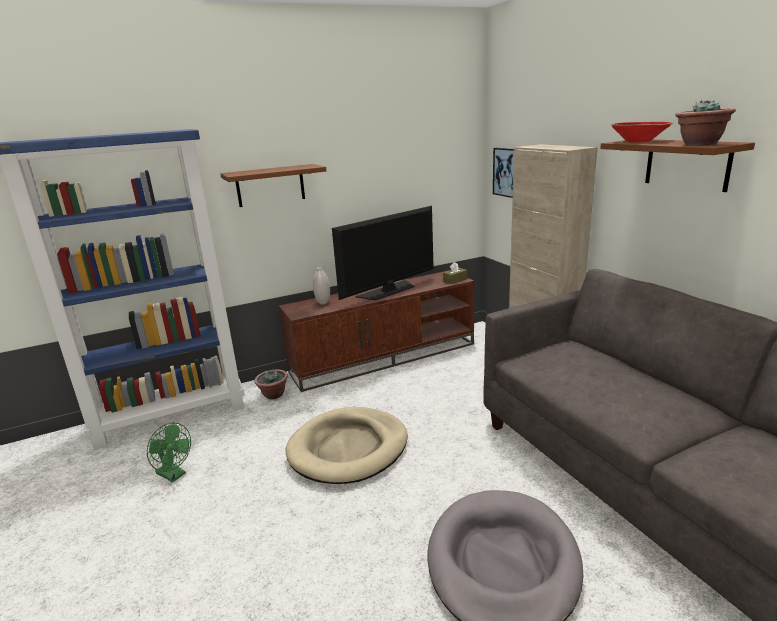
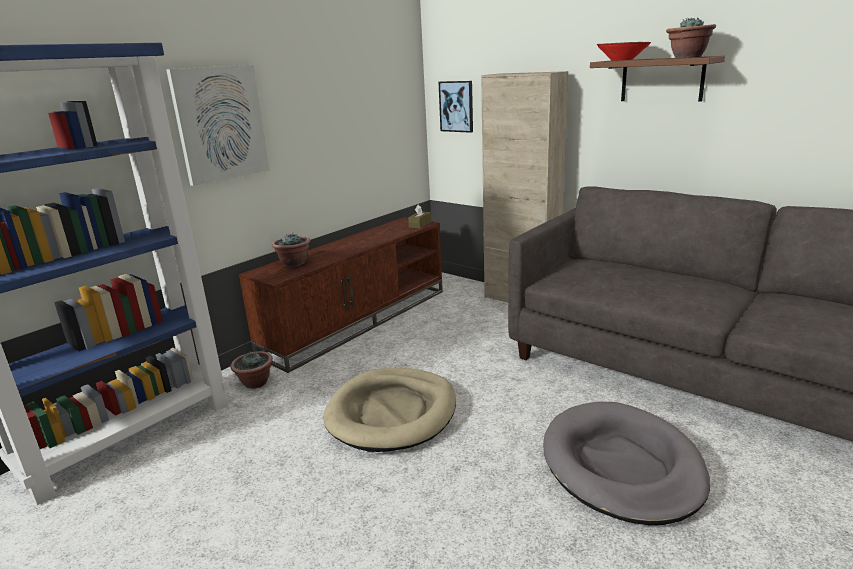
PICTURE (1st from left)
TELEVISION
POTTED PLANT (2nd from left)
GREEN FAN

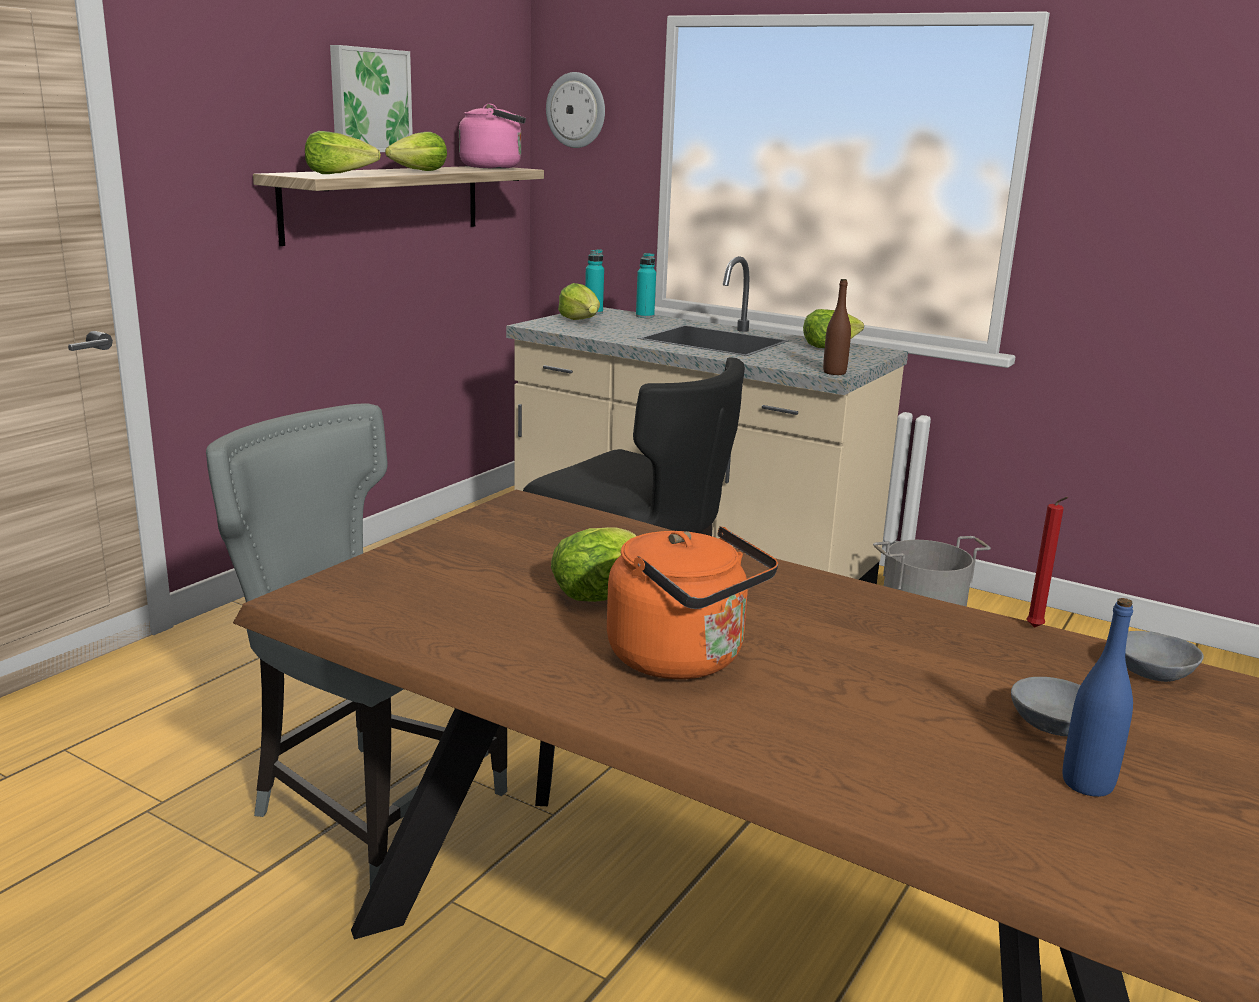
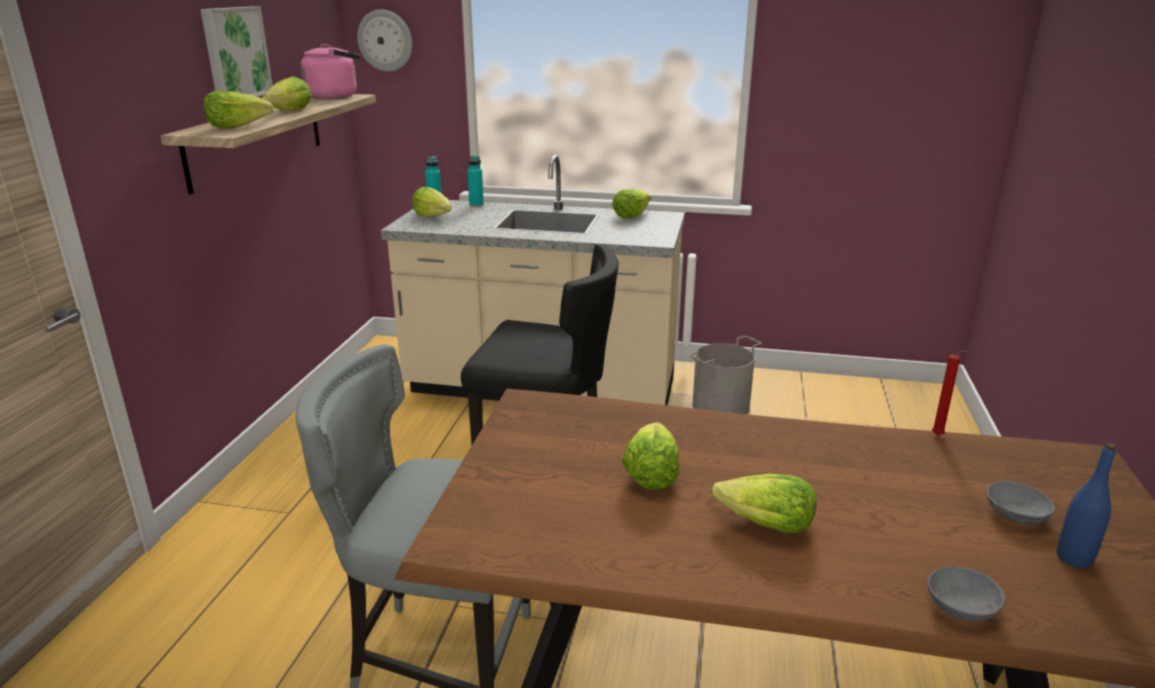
BROWN BOTTLE
LETTUCE (6th from left)
GREY BOWL (1st from left)

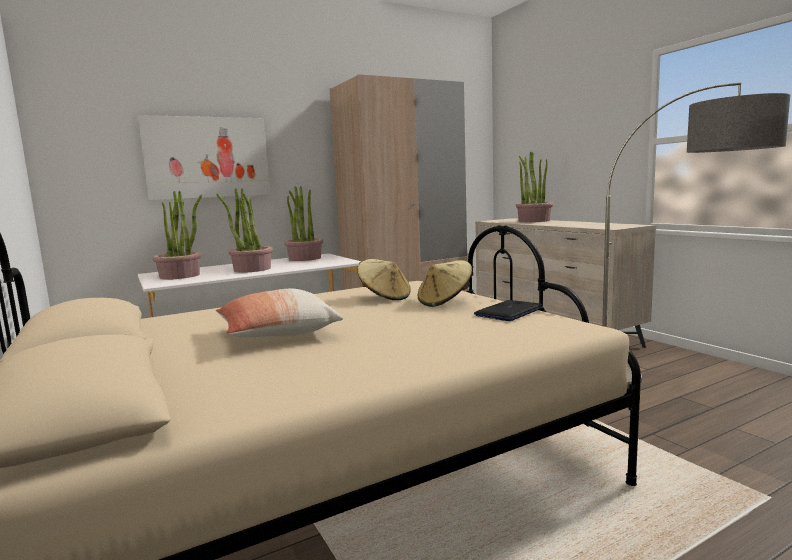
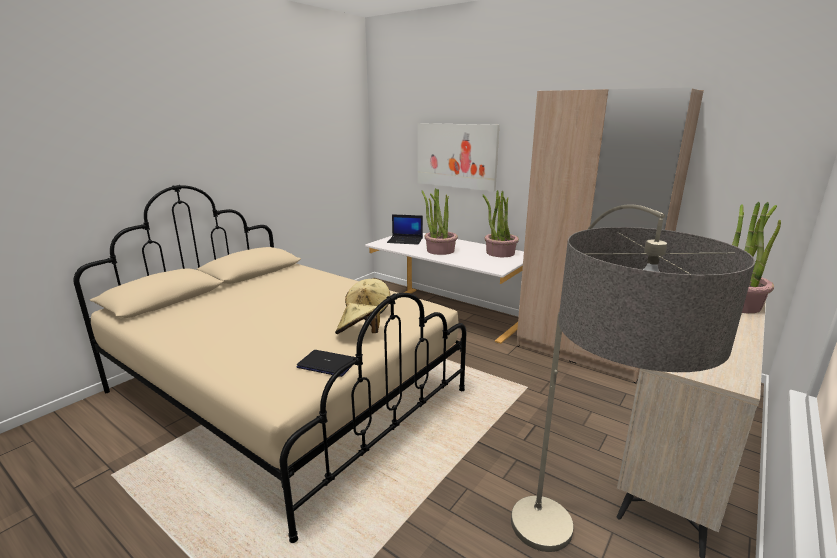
LAPTOP (2nd from left)
PILLOW

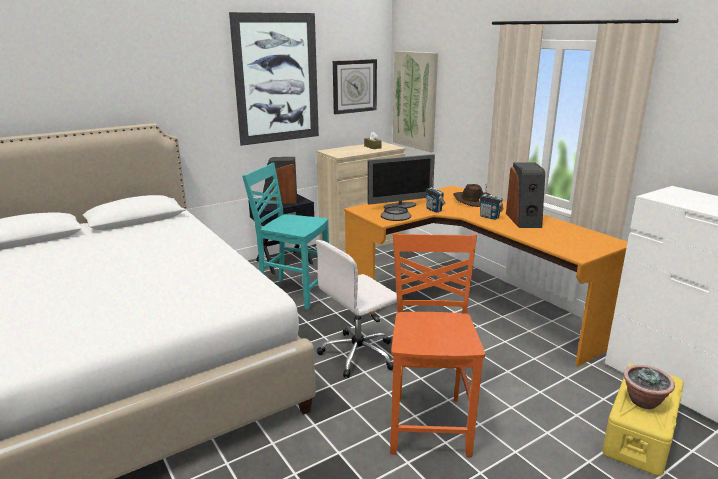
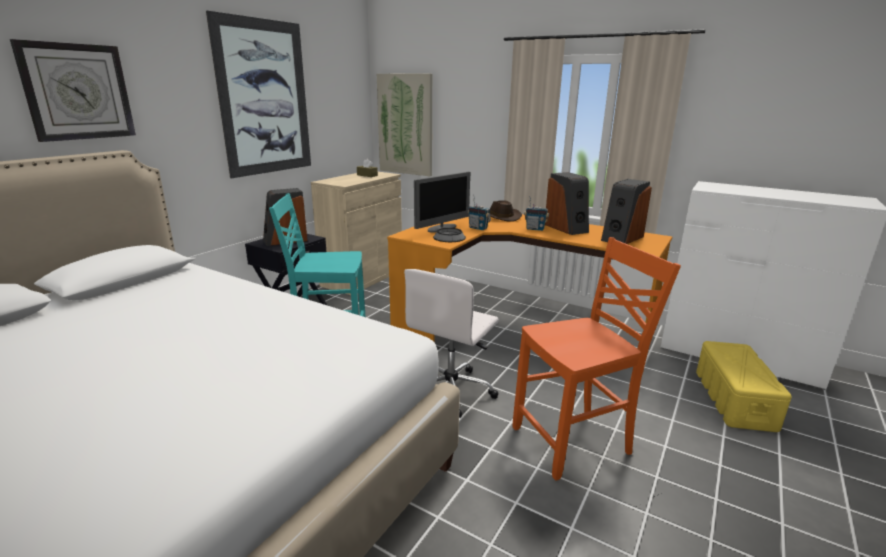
WALL CLOCK
ORANGE CHAIR
POTTED PLANT
SPEAKER (3rd from left)

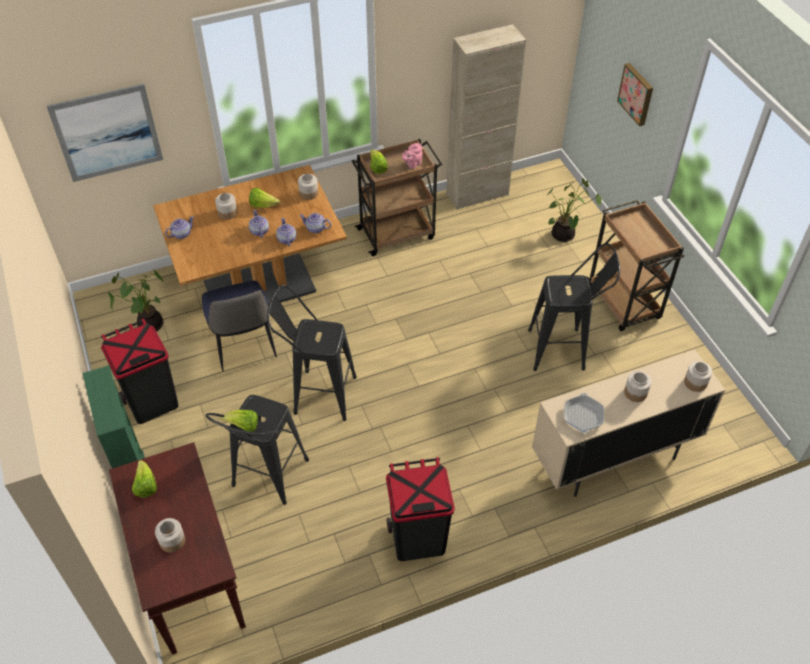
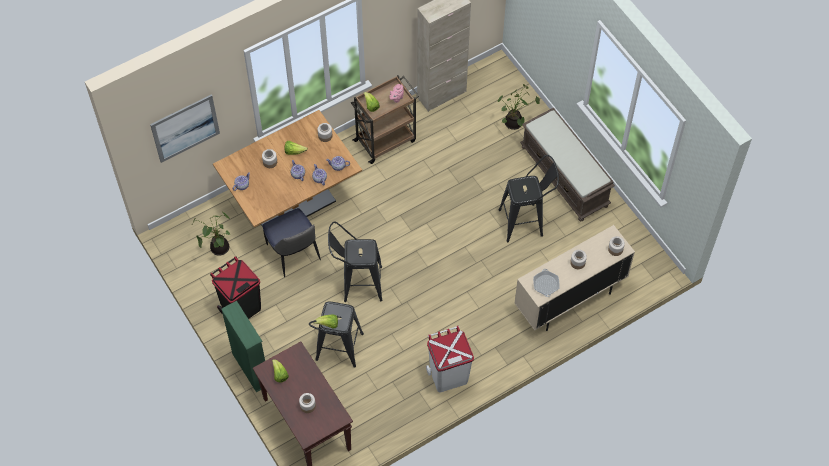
PICTURE (2nd from left in the first image)
BROWN BENCH
WHITE TRASH CAN

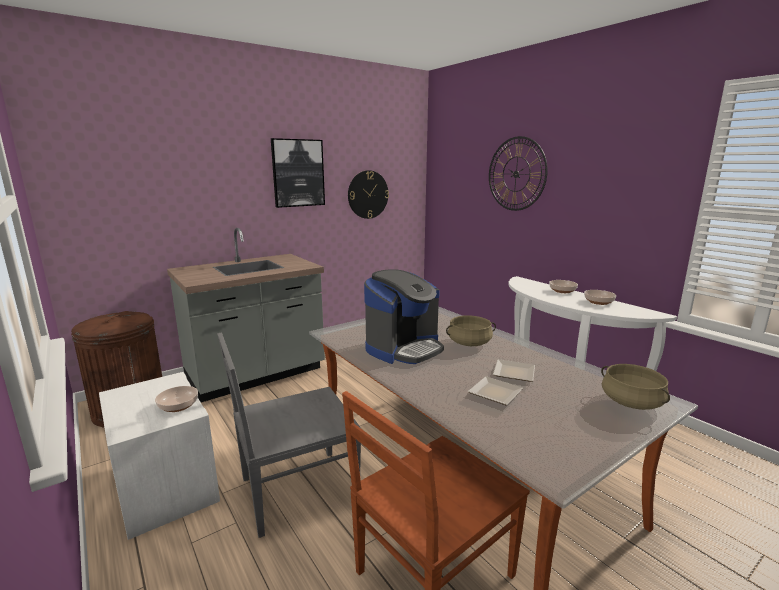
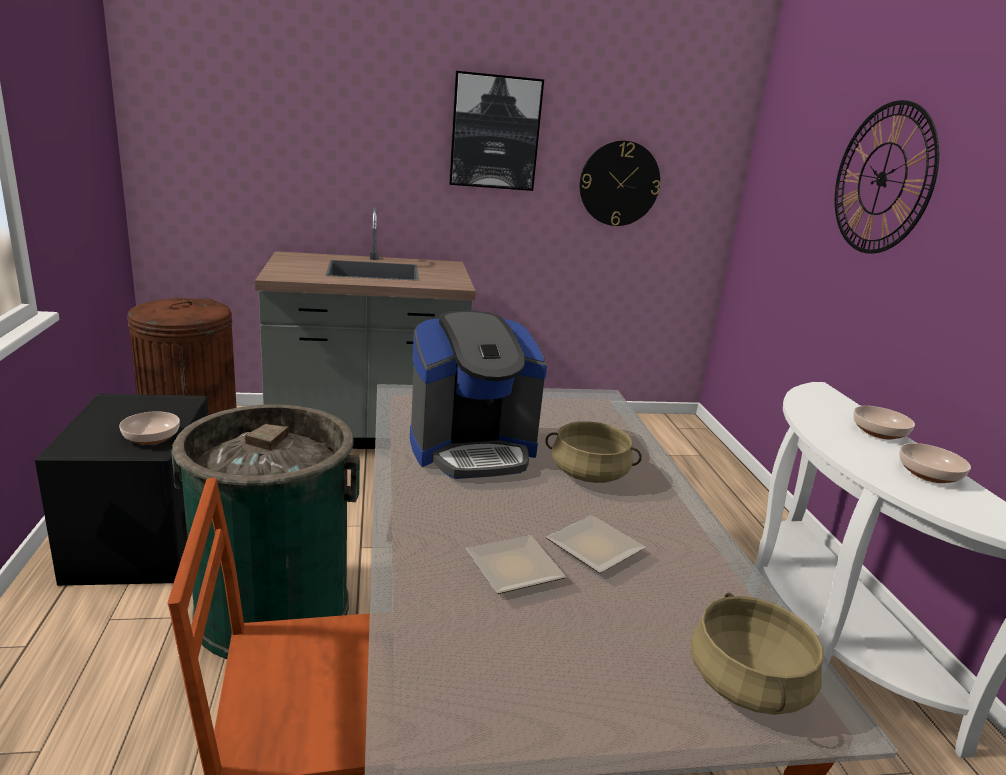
GREEN TRASH CAN
BLACK NIGHTSTAND

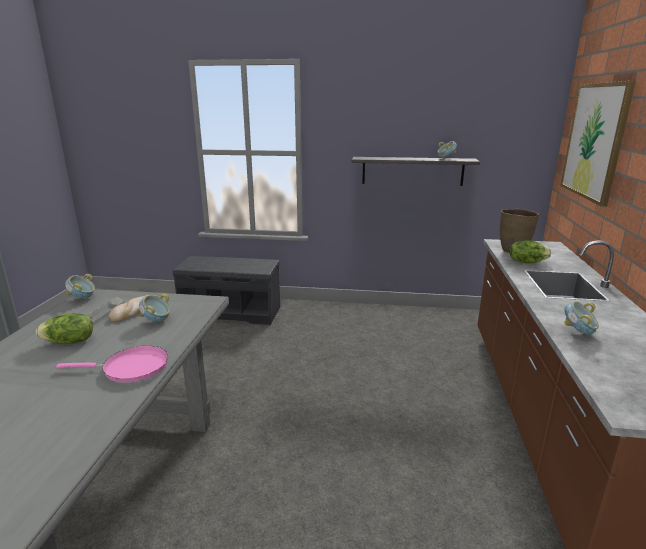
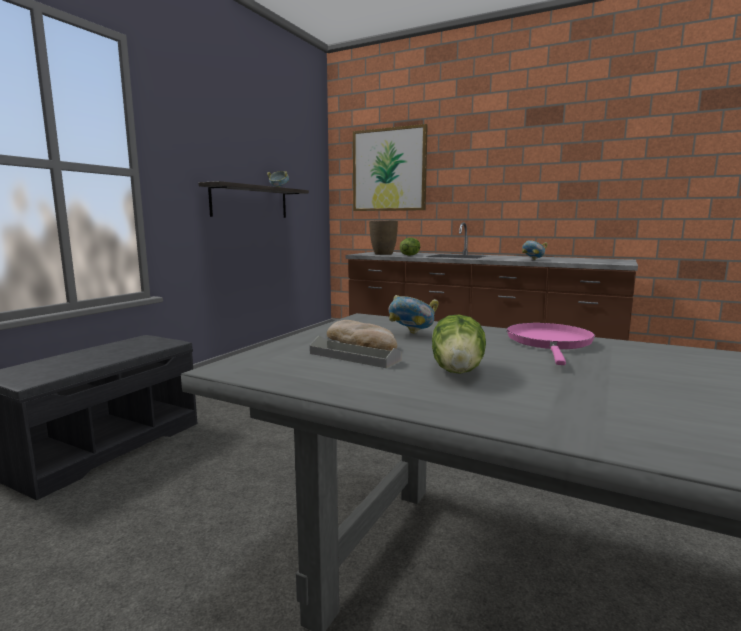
BOWL (1st from left in the first image)

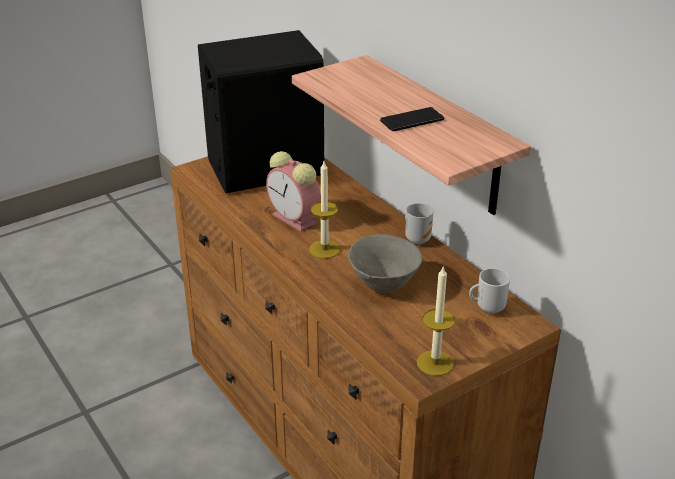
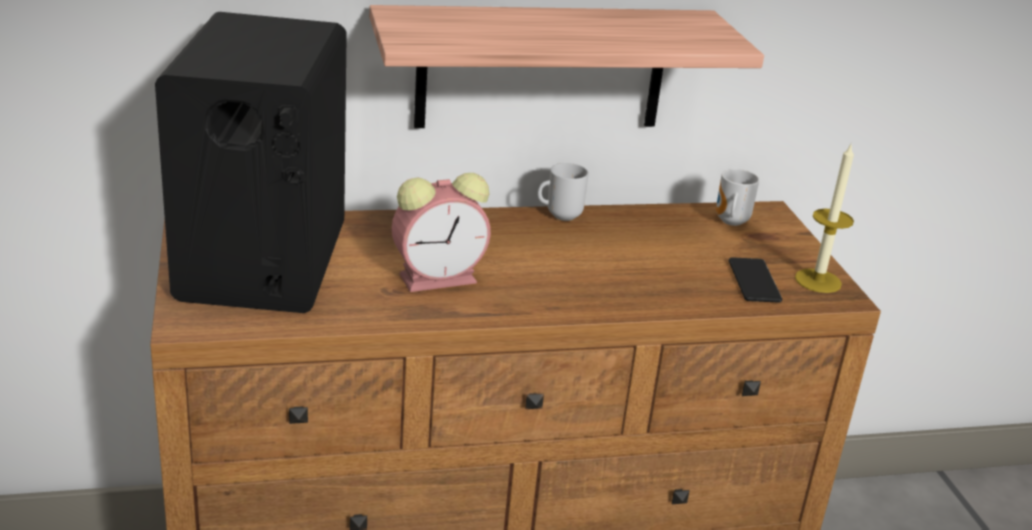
PHONE
CANDLE (1st from left in the first image)
GREY BOWL

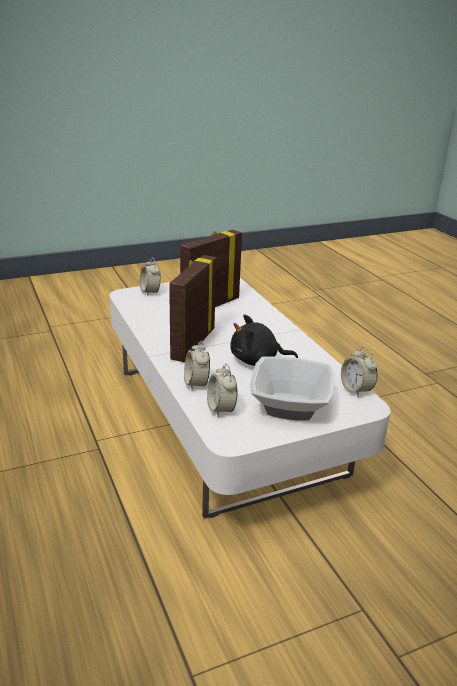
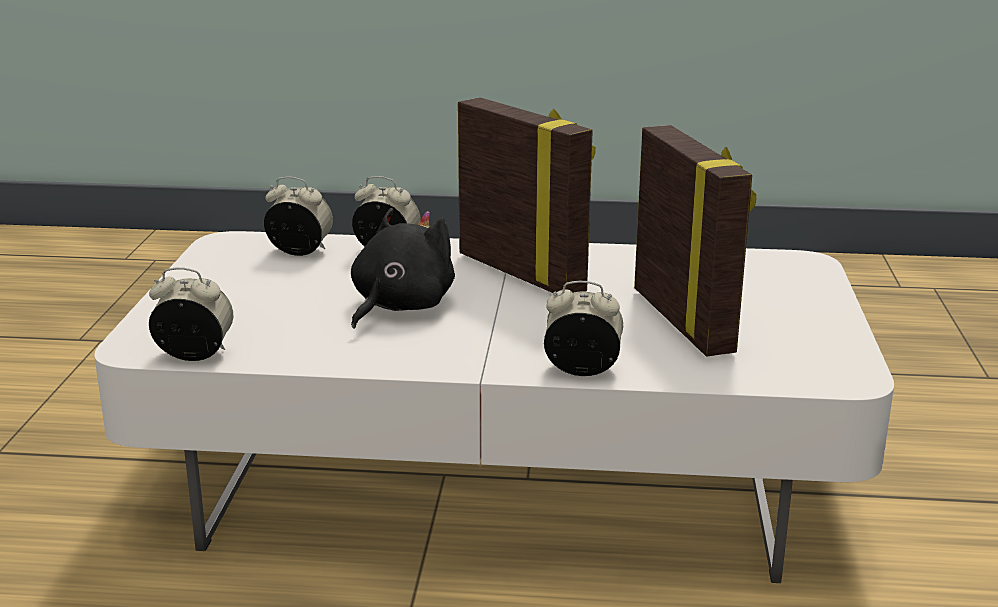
ALARM CLOCK (4th from left)
BOWL

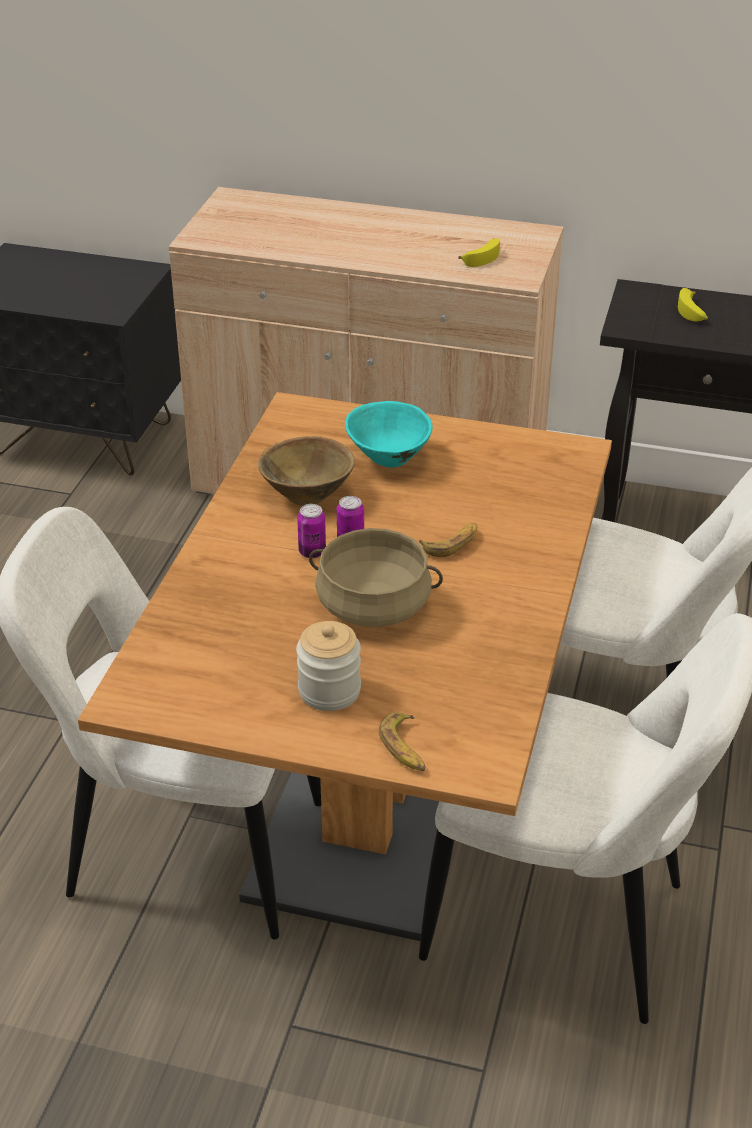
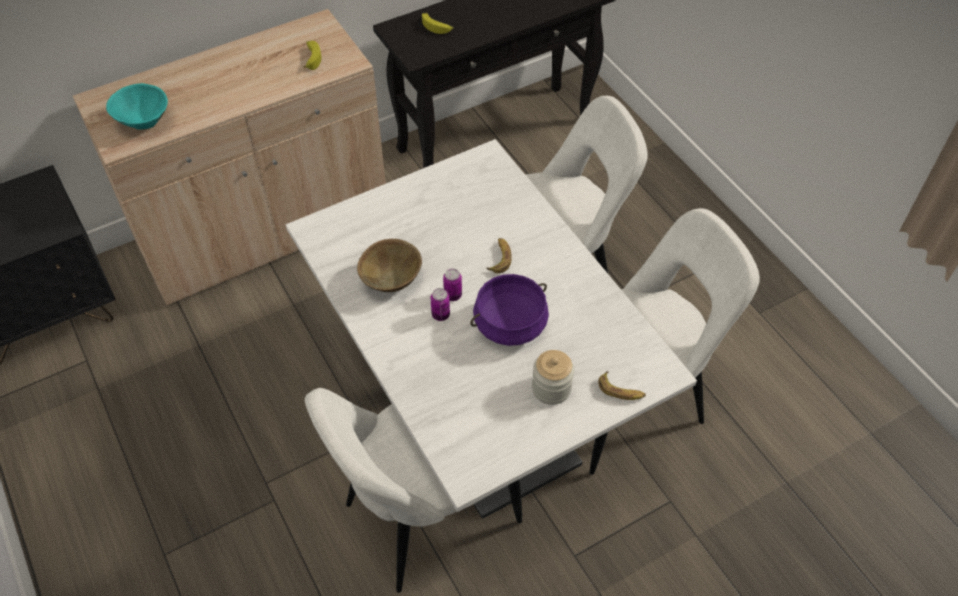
WHITE DINING TABLE
TURQUOISE BOWL
PURPLE COOKING POT

